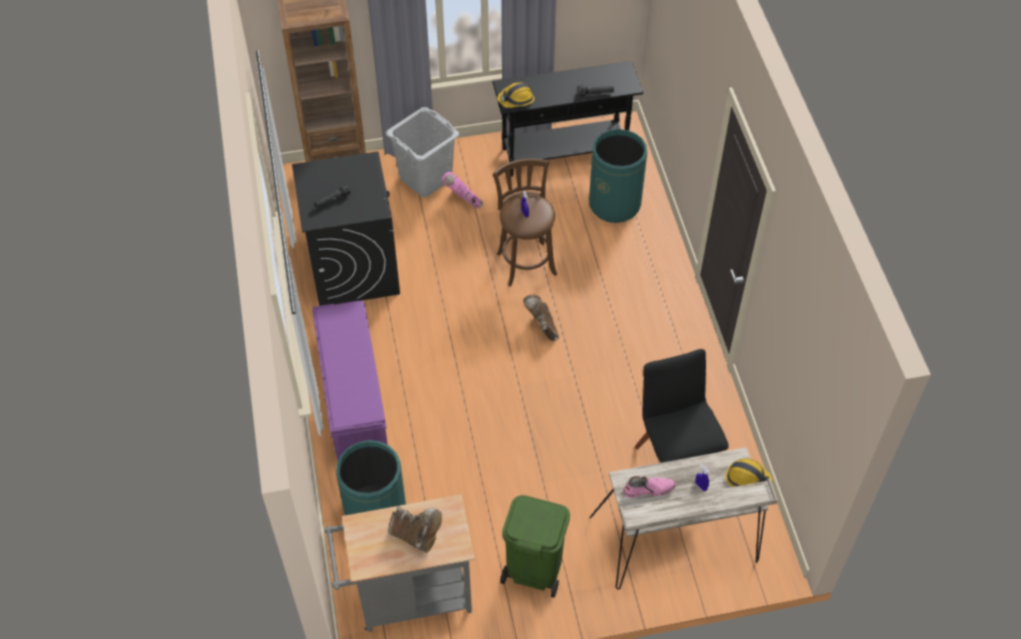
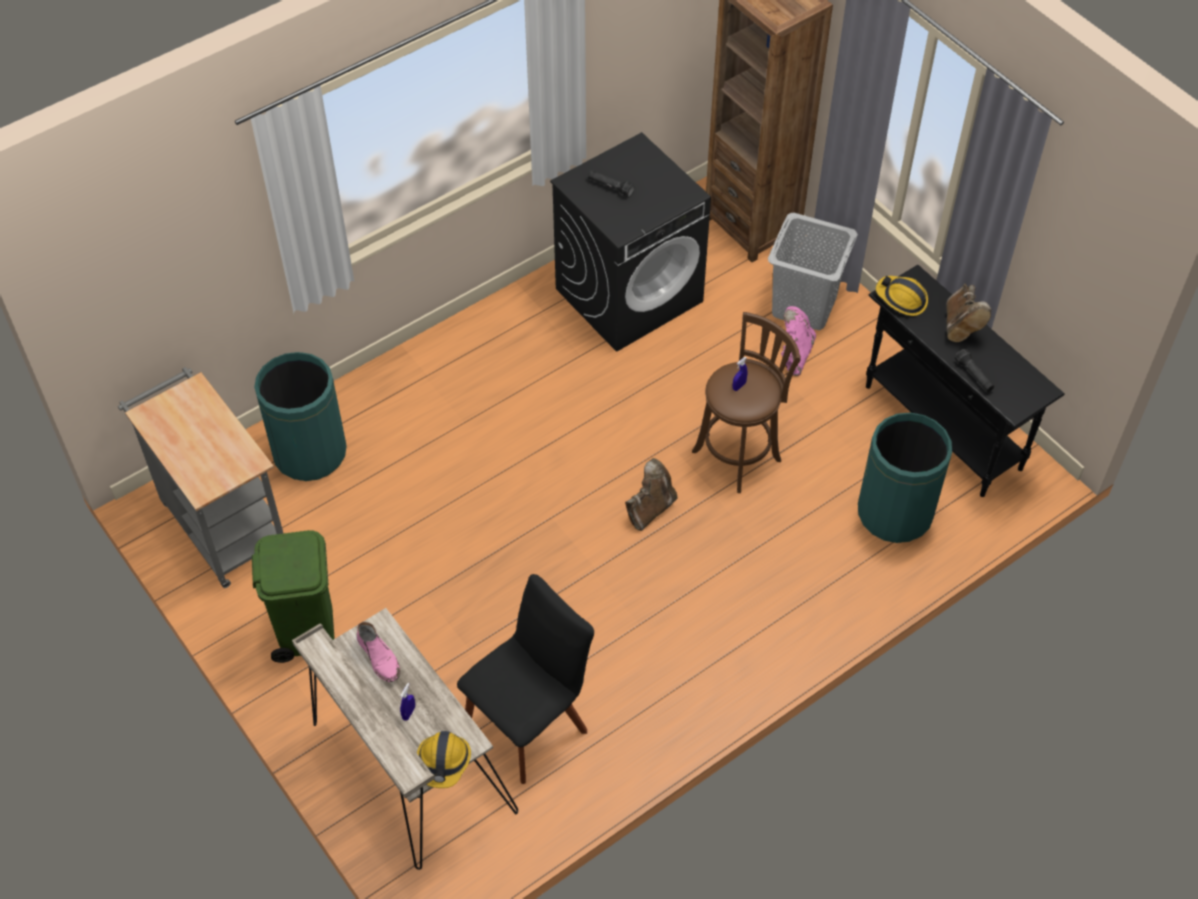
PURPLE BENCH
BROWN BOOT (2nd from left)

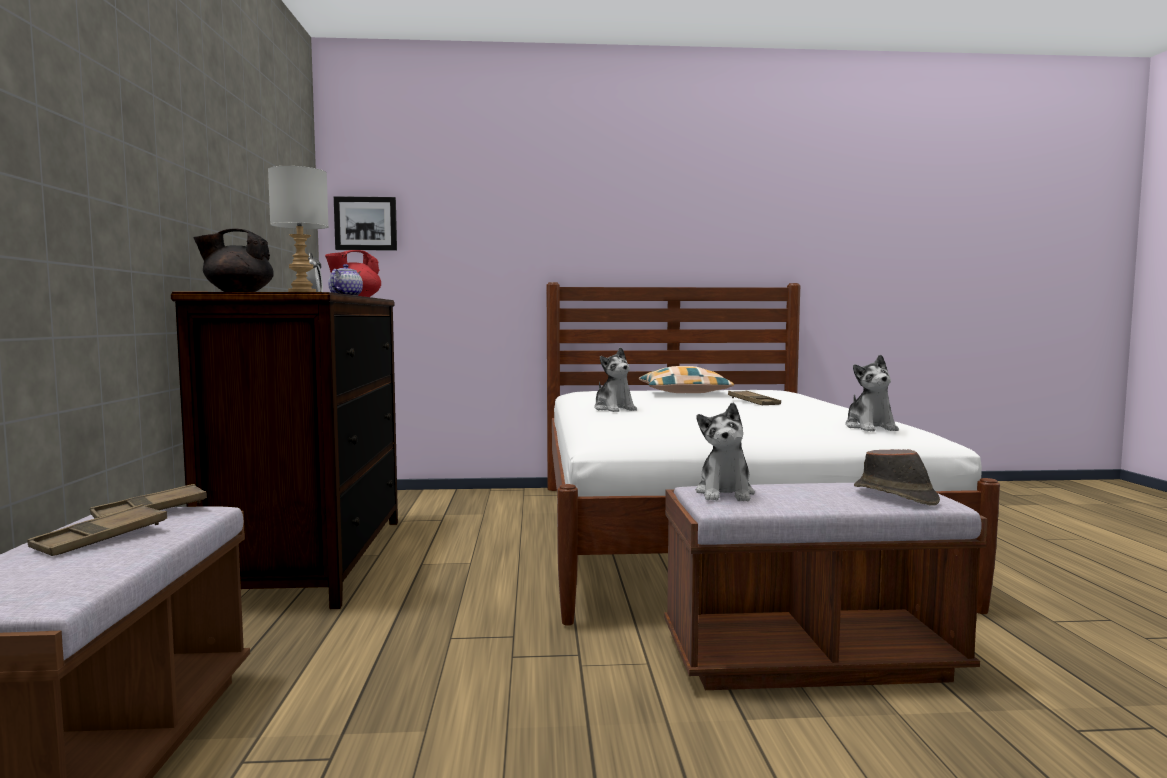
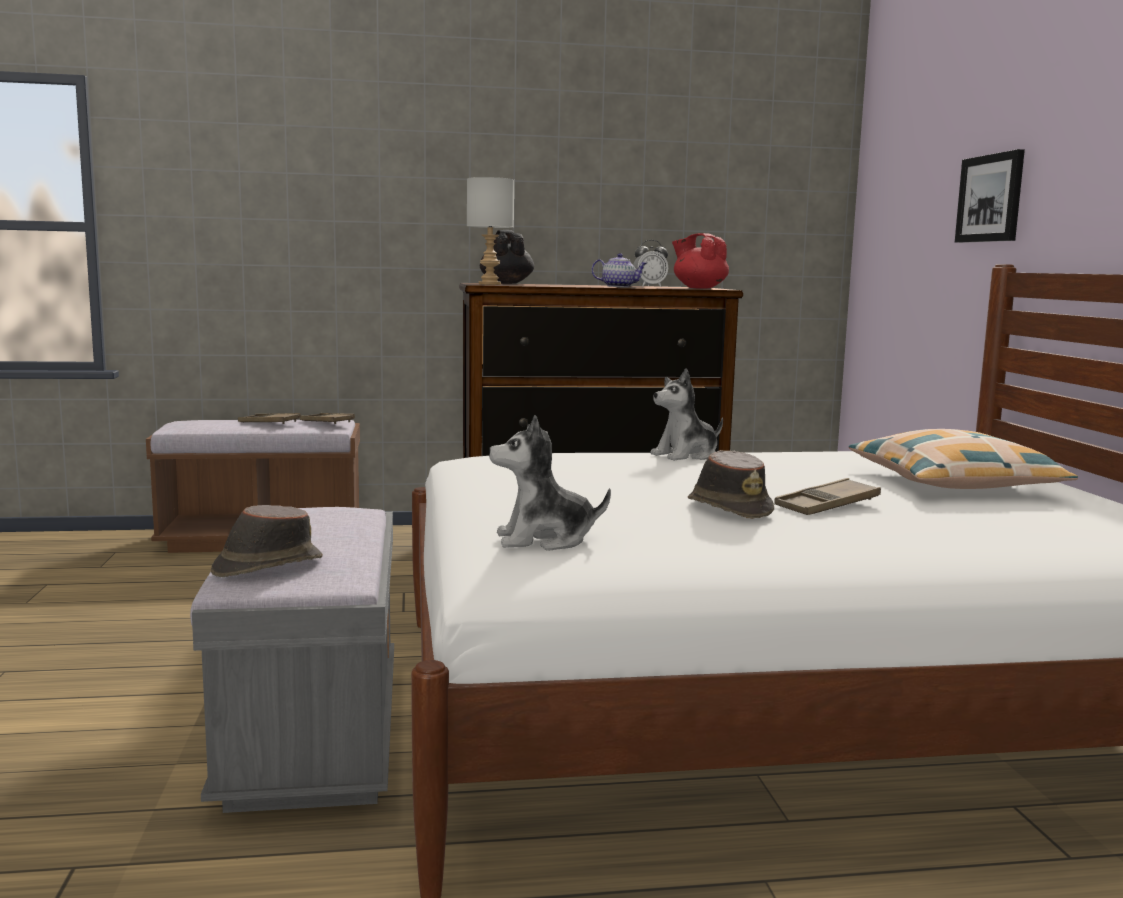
PICTURE
PLUSH TOY (2nd from left in the first image)
GREY BENCH
BROWN HAT (2nd from left)

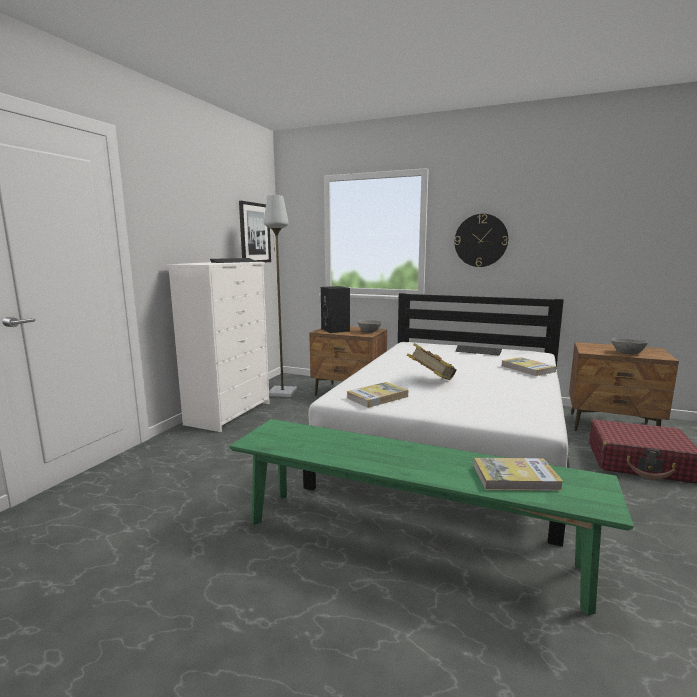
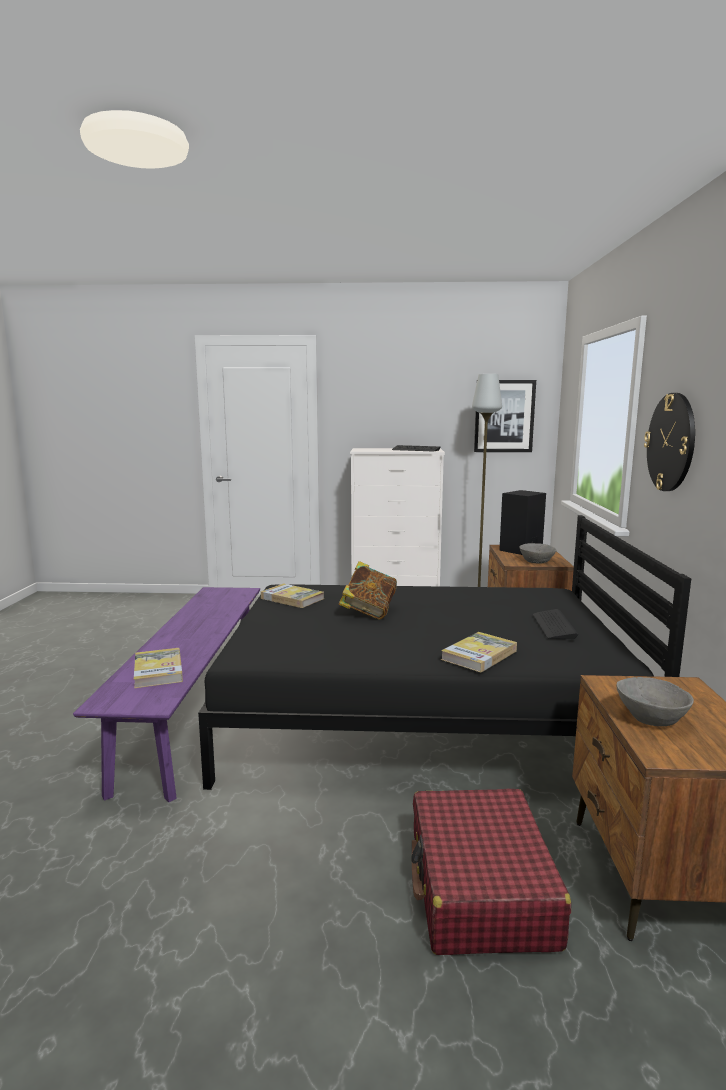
BLACK BED
PURPLE BENCH

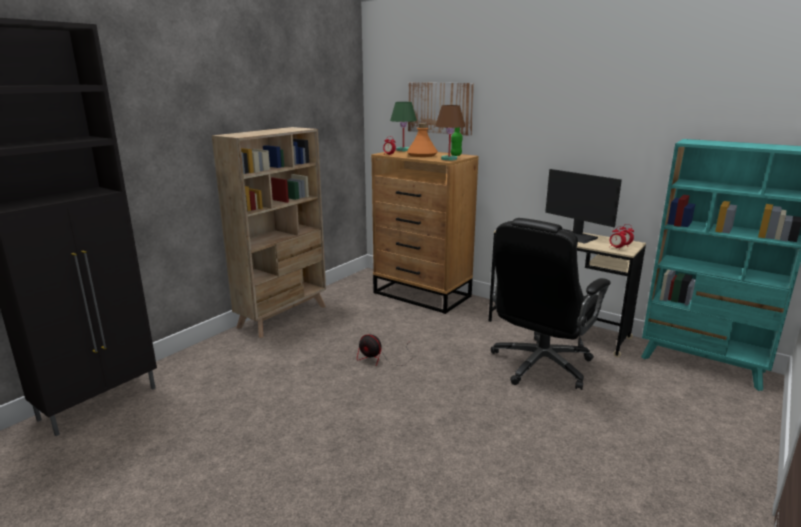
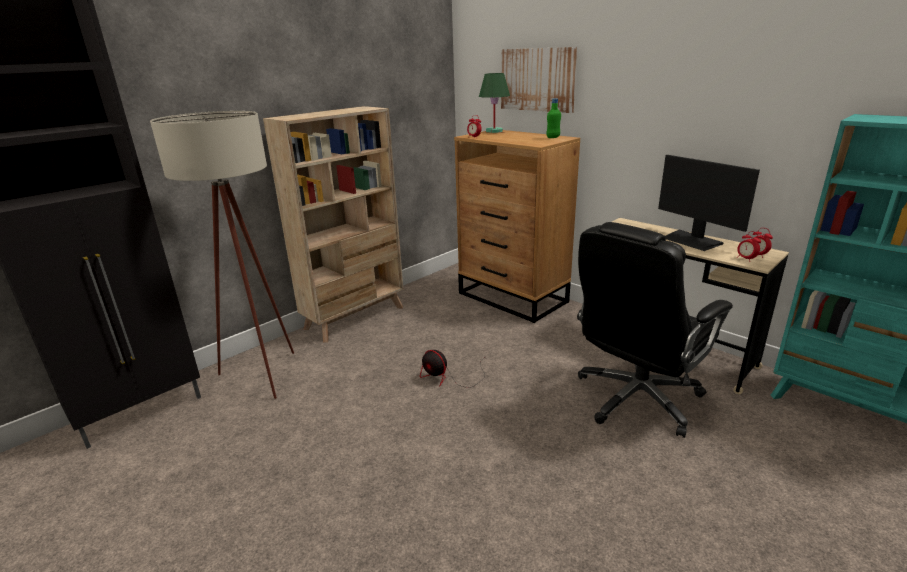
BROWN TABLE LAMP
ORANGE BOTTLE
BEIGE FLOOR LAMP

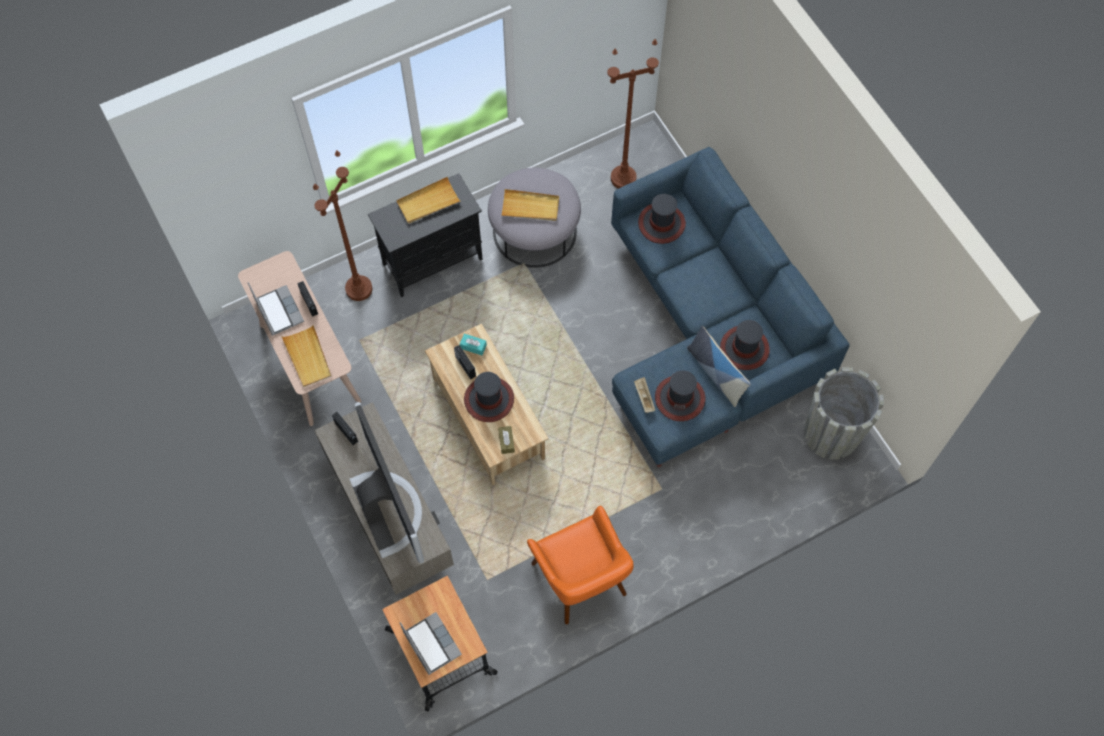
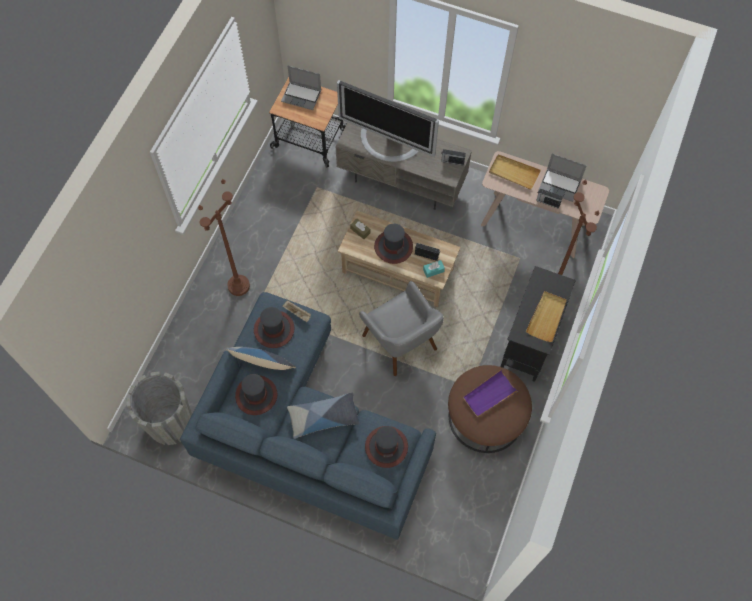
BROWN FLOOR LAMP (1st from left)
BROWN OTTOMAN
PURPLE TRAY
ORANGE ARMCHAIR
GREY ARMCHAIR
PILLOW (2nd from left)

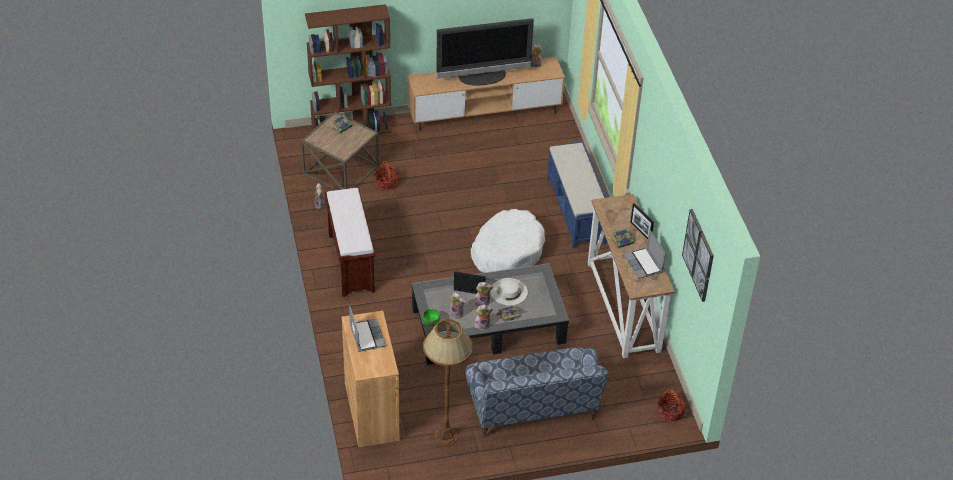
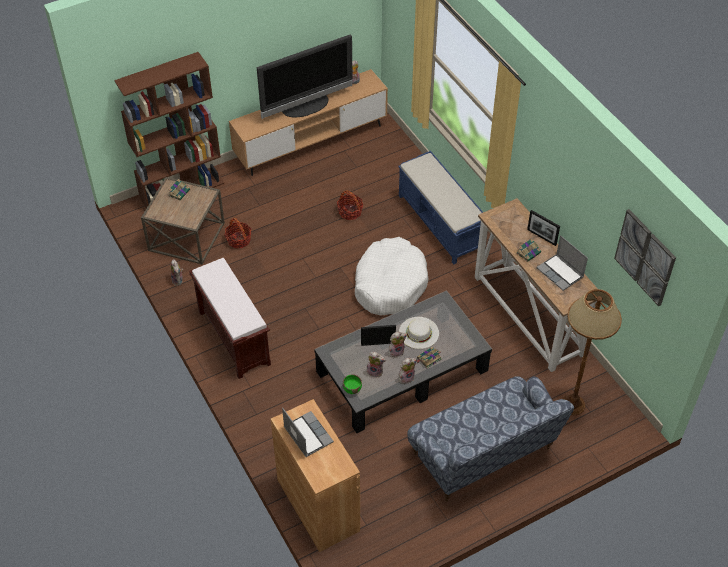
BROWN FLOOR LAMP
BASKET (2nd from left)

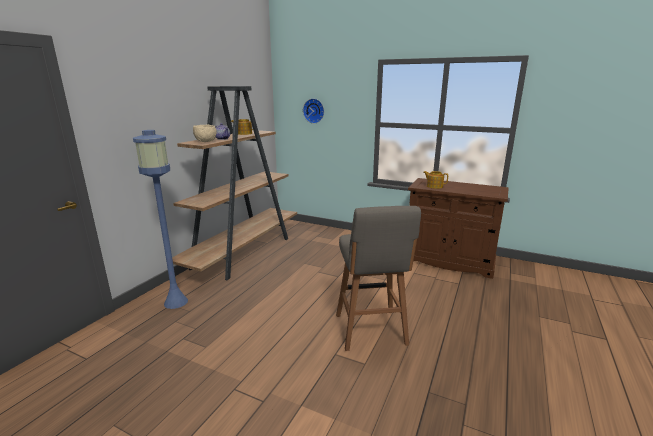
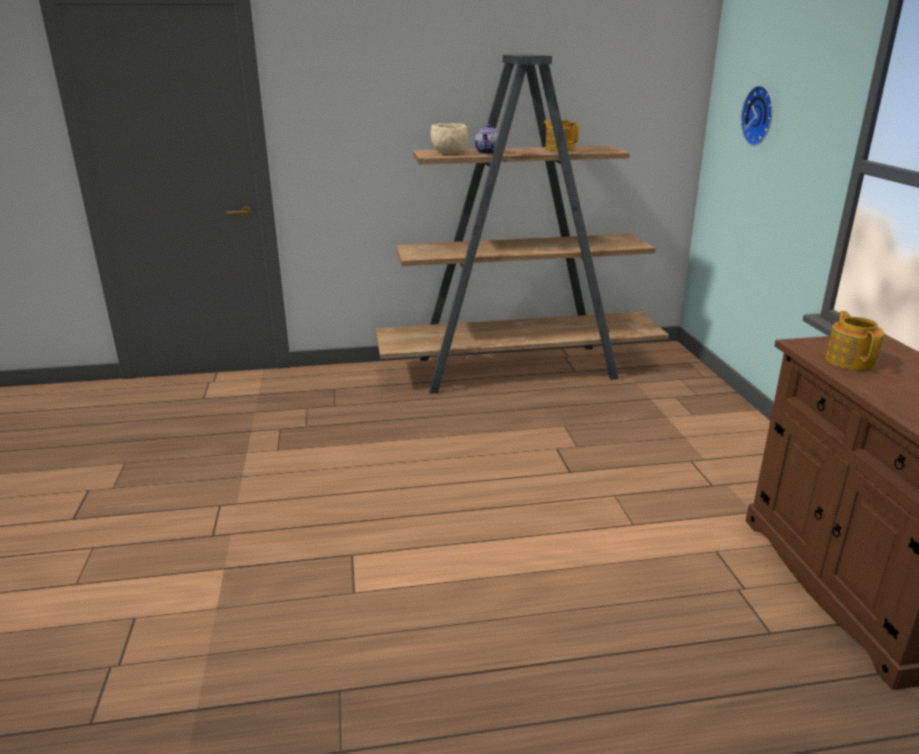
BLUE FLOOR LAMP
GREY STOOL

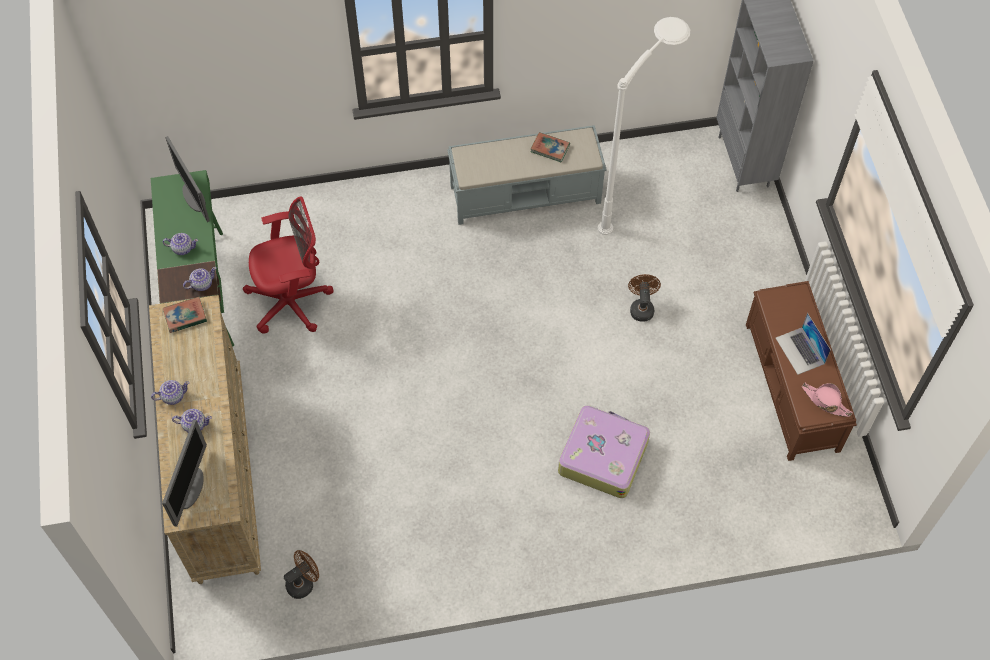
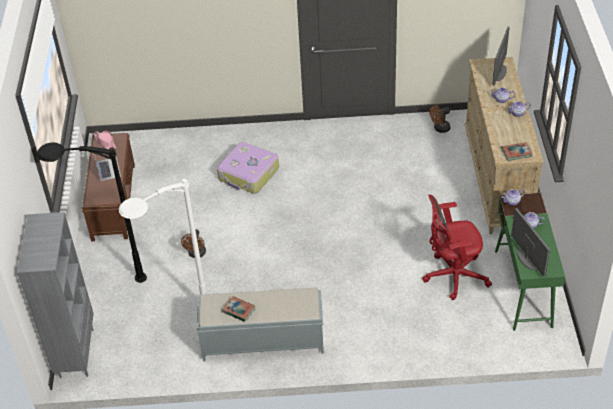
BLACK FLOOR LAMP

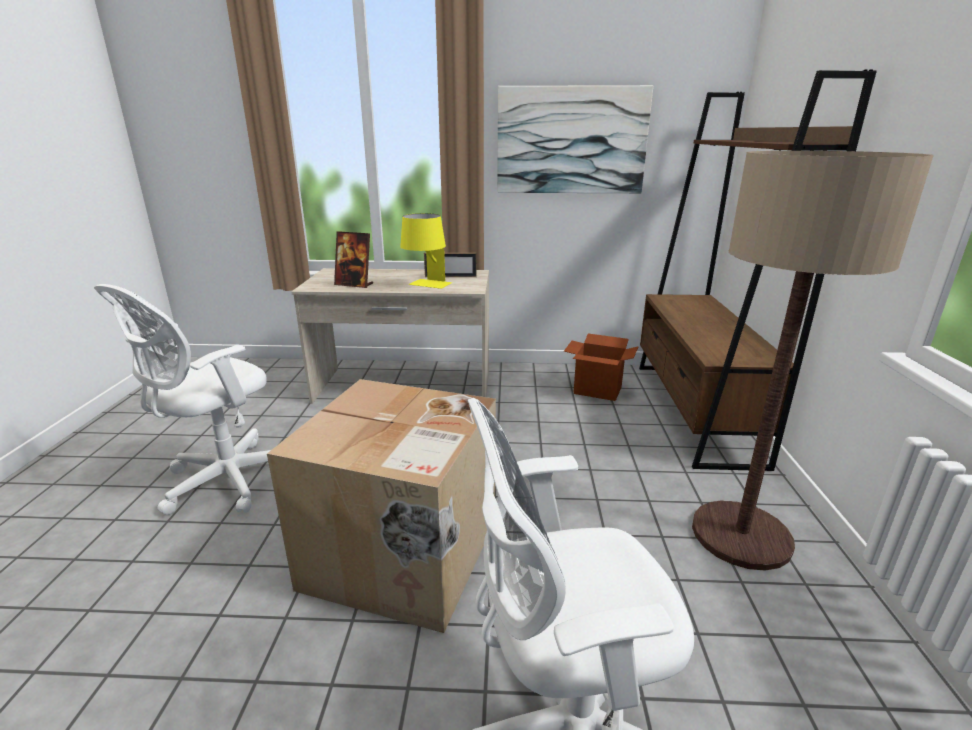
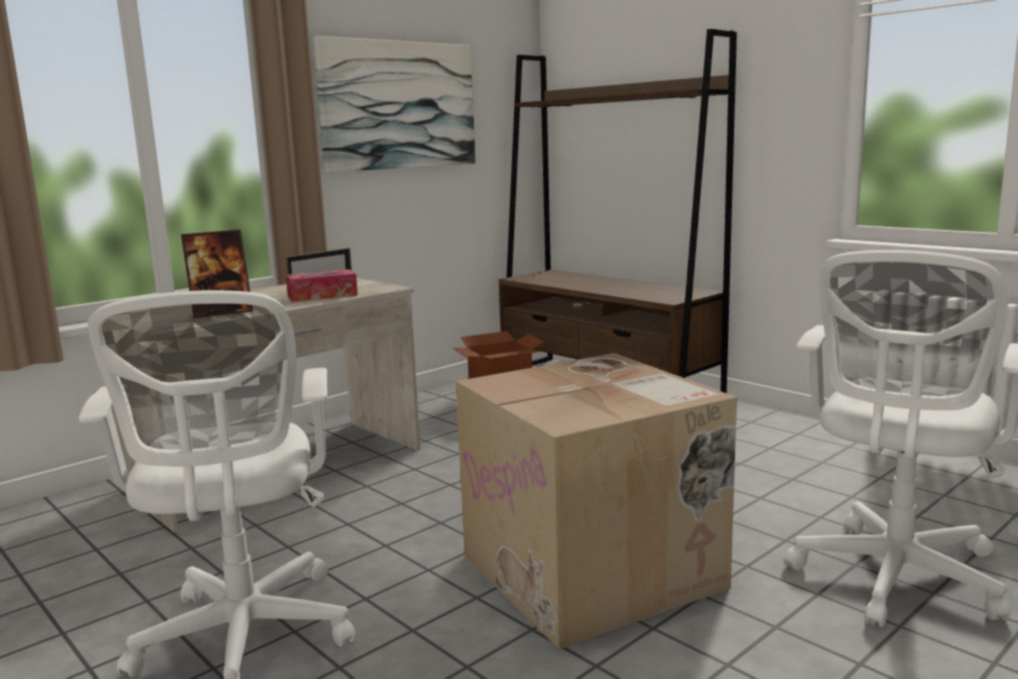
FLOOR LAMP
TISSUE BOX

